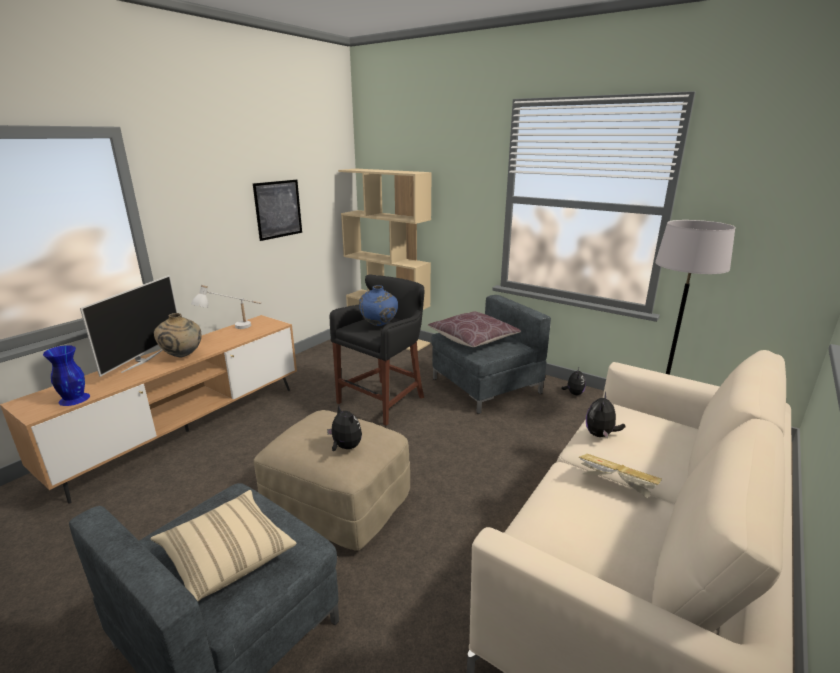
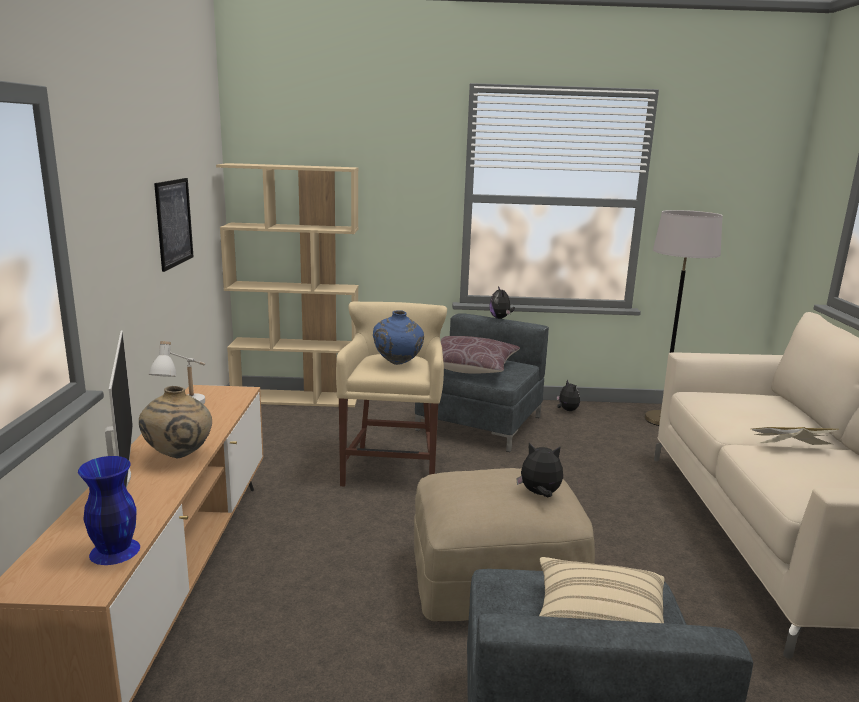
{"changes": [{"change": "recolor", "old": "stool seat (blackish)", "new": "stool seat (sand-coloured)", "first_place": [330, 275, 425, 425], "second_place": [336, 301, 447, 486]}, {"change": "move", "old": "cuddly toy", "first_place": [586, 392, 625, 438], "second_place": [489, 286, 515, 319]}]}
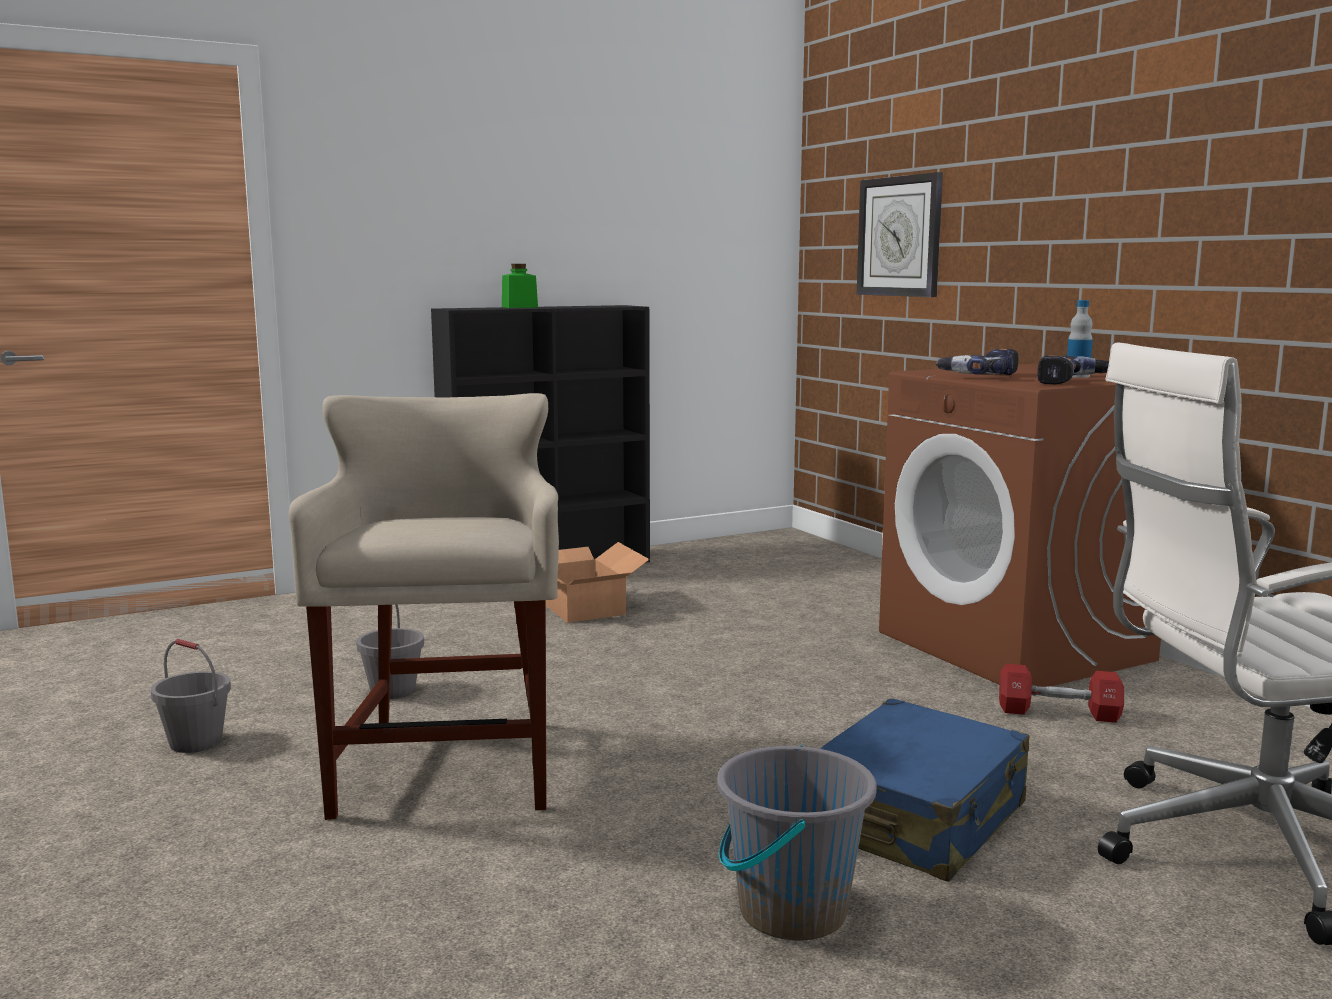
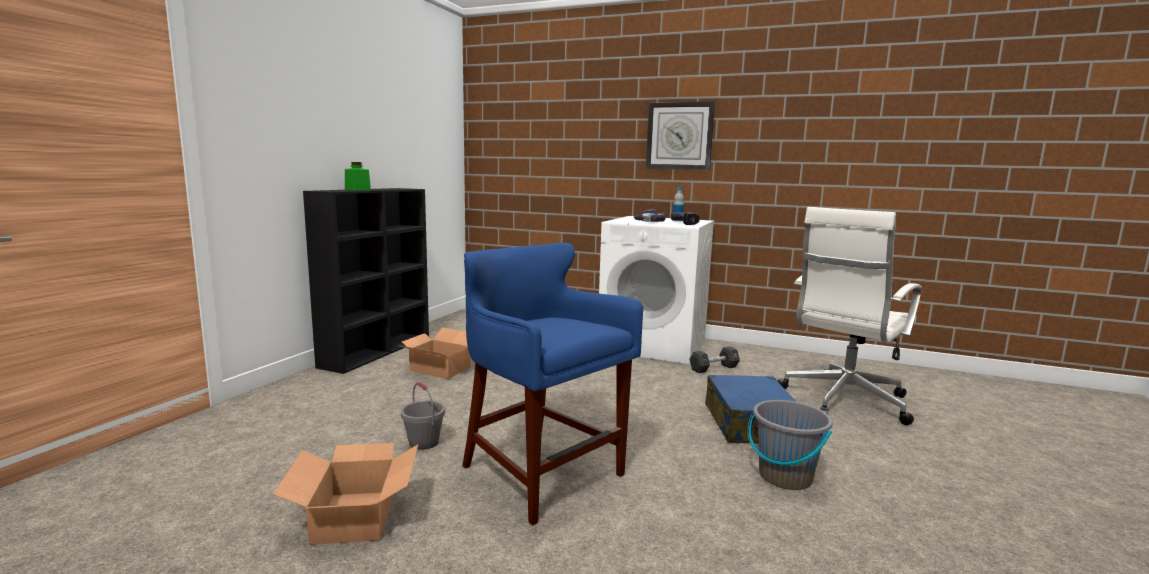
{"changes": [{"change": "move", "old": "wall clock", "first_place": [857, 172, 943, 297], "second_place": [646, 102, 715, 170]}, {"change": "recolor", "old": "washing machine (brownish)", "new": "washing machine (whitish)", "first_place": [879, 364, 1161, 687], "second_place": [599, 216, 714, 364]}, {"change": "recolor", "old": "stool seat (sand-coloured)", "new": "stool seat (bluish)", "first_place": [288, 393, 559, 820], "second_place": [462, 243, 643, 525]}, {"change": "replace", "old": "pail (gray)", "new": "carton", "first_place": [151, 639, 231, 753], "second_place": [273, 443, 418, 545]}, {"change": "recolor", "old": "free weight (red)", "new": "free weight (blackish)", "first_place": [999, 664, 1124, 723], "second_place": [689, 346, 740, 373]}]}
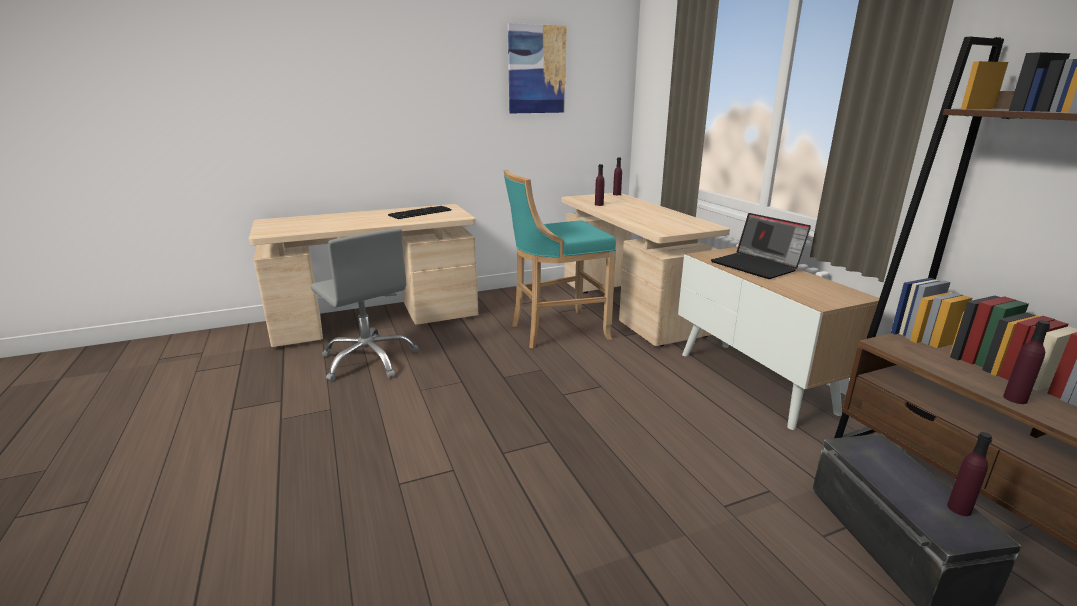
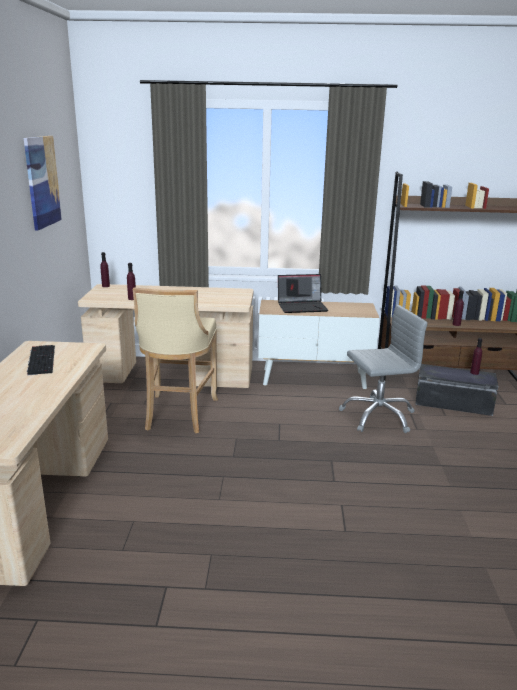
{"changes": [{"change": "recolor", "old": "stool seat (blue-green)", "new": "stool seat (sand-coloured)", "first_place": [503, 169, 616, 349], "second_place": [133, 288, 218, 433]}, {"change": "move", "old": "desk chair (gray)", "first_place": [311, 228, 419, 381], "second_place": [339, 305, 428, 433]}]}
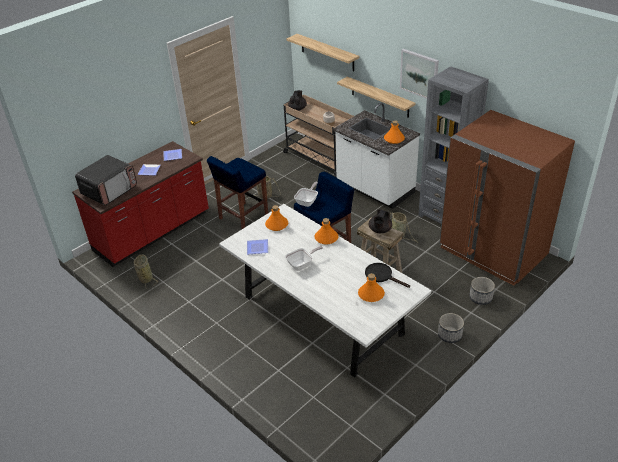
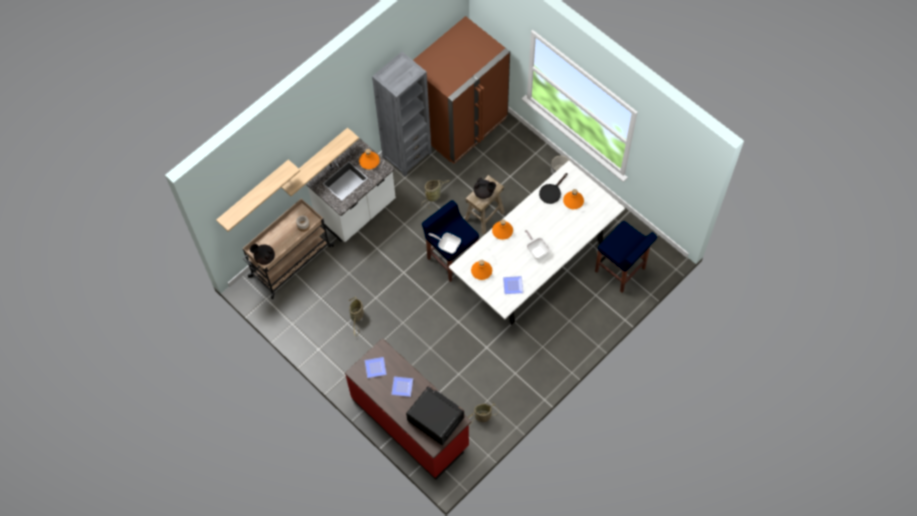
{"changes": [{"change": "delete", "old": "picture", "first_place": [400, 49, 439, 99]}, {"change": "move", "old": "stool seat (bluish)", "first_place": [207, 156, 268, 229], "second_place": [595, 221, 657, 293]}, {"change": "delete", "old": "plant pot", "first_place": [469, 277, 495, 305]}]}
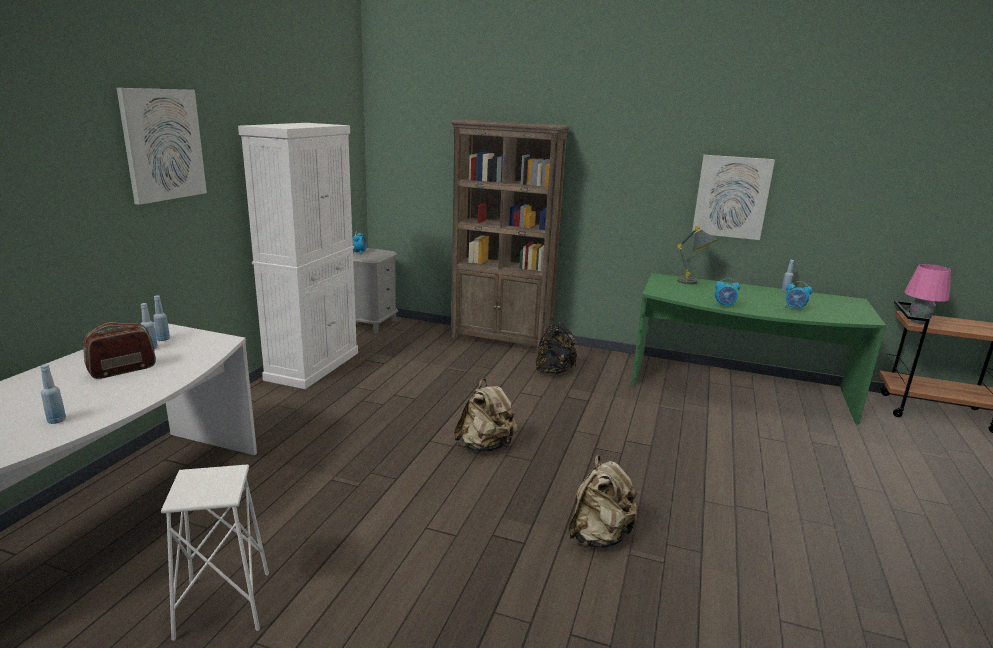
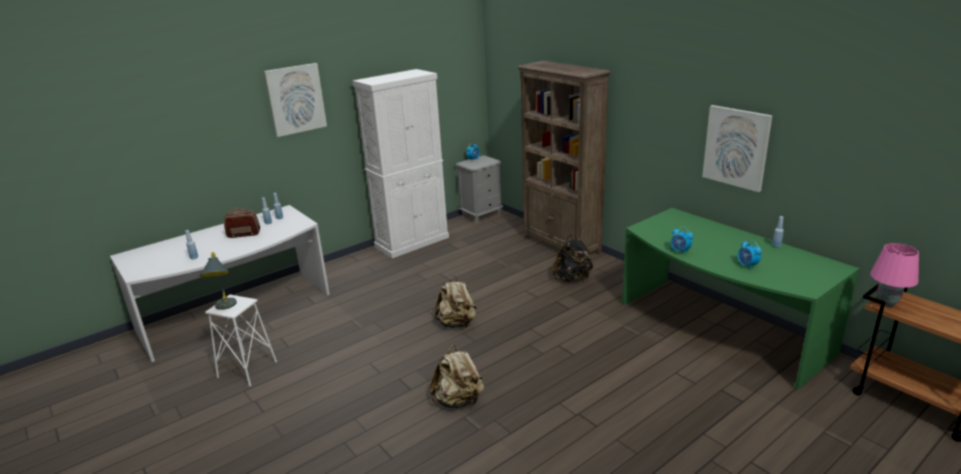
{"changes": [{"change": "move", "old": "table lamp (gray)", "first_place": [677, 226, 718, 284], "second_place": [200, 252, 237, 310]}]}
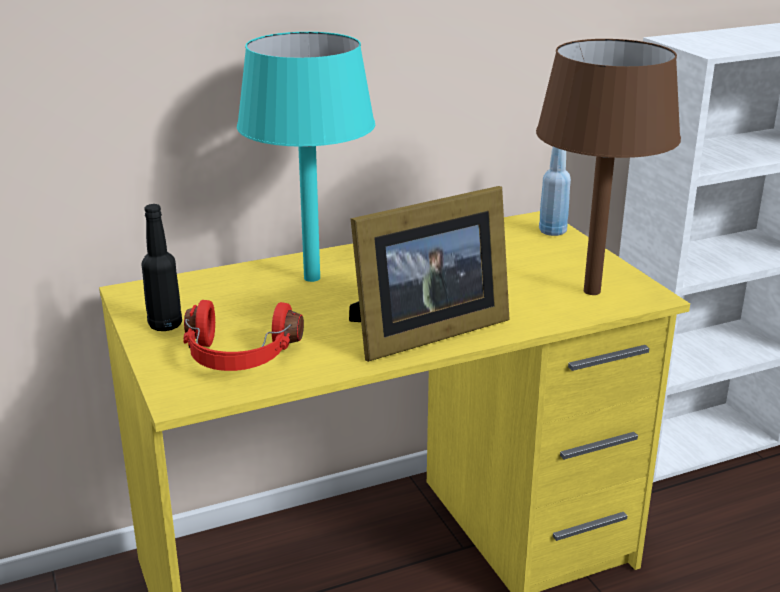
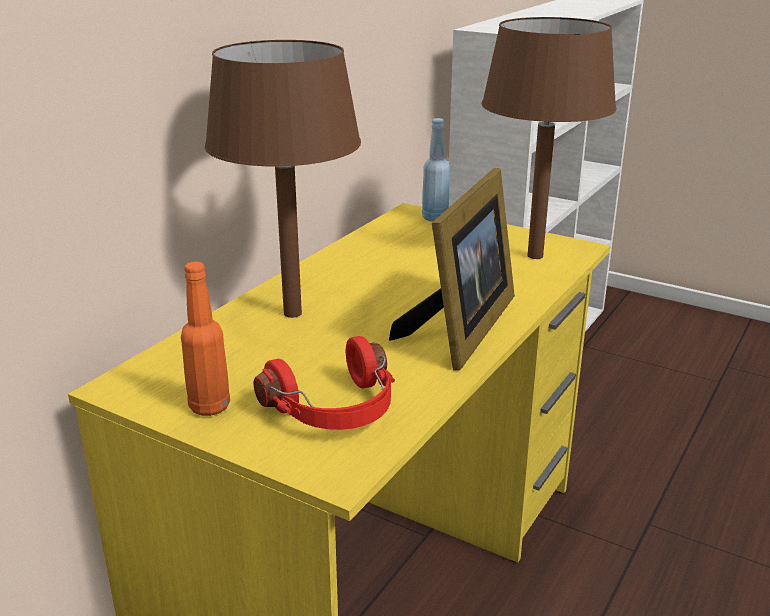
{"changes": [{"change": "recolor", "old": "table lamp (blue-green)", "new": "table lamp (brownish)", "first_place": [237, 32, 375, 282], "second_place": [205, 40, 361, 318]}, {"change": "recolor", "old": "beverage bottle (blackish)", "new": "beverage bottle (orangey)", "first_place": [141, 204, 182, 331], "second_place": [181, 261, 230, 416]}]}
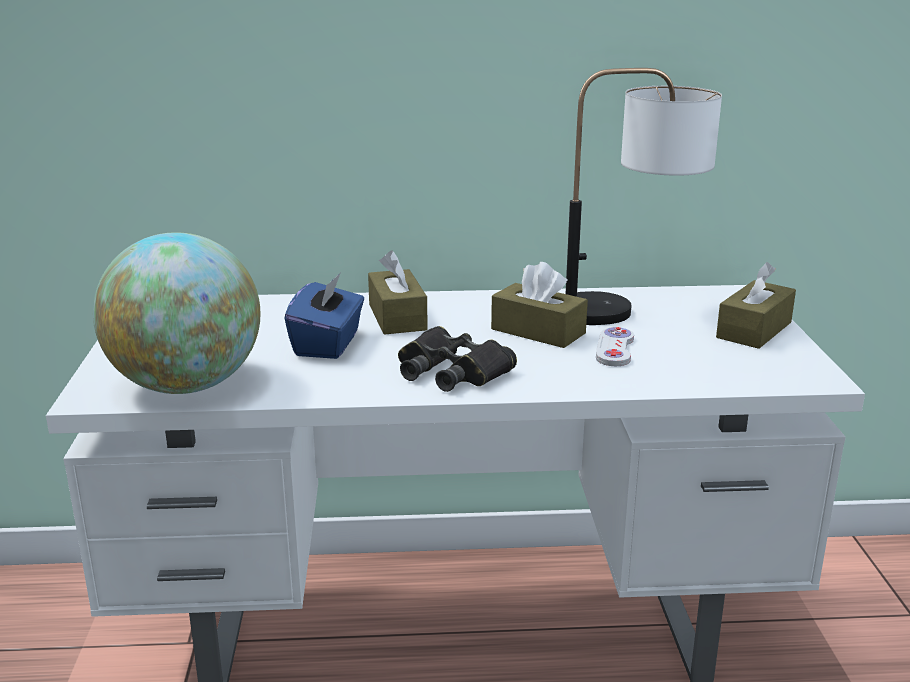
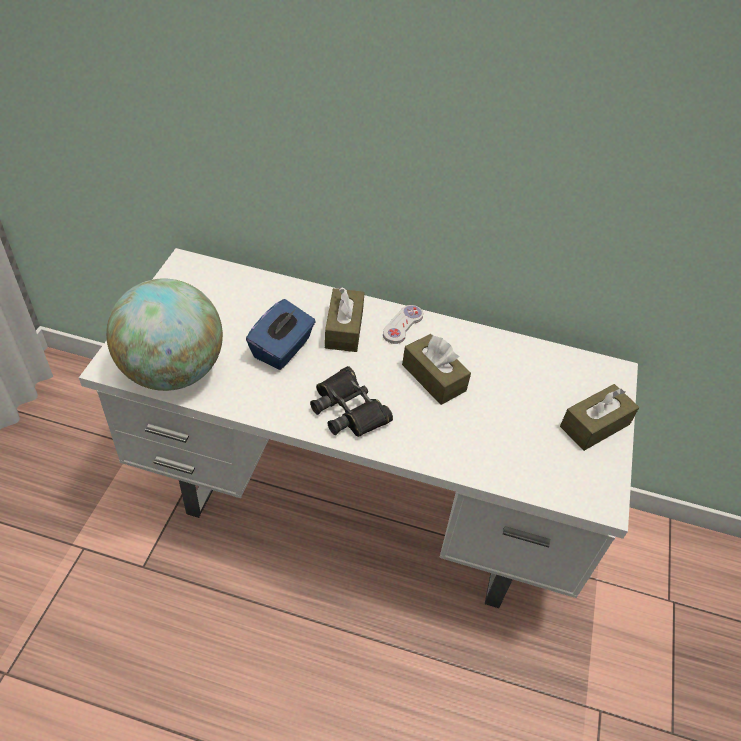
{"changes": [{"change": "delete", "old": "table lamp", "first_place": [566, 68, 722, 325]}, {"change": "move", "old": "game controller (whitish)", "first_place": [596, 327, 634, 366], "second_place": [383, 305, 423, 344]}]}
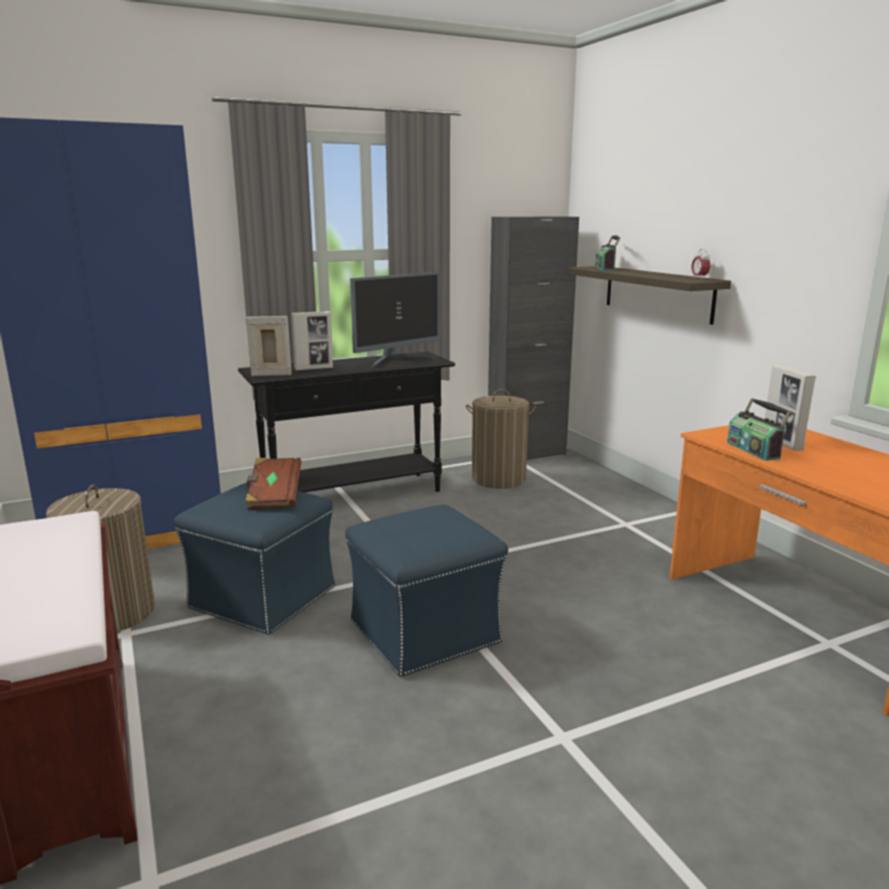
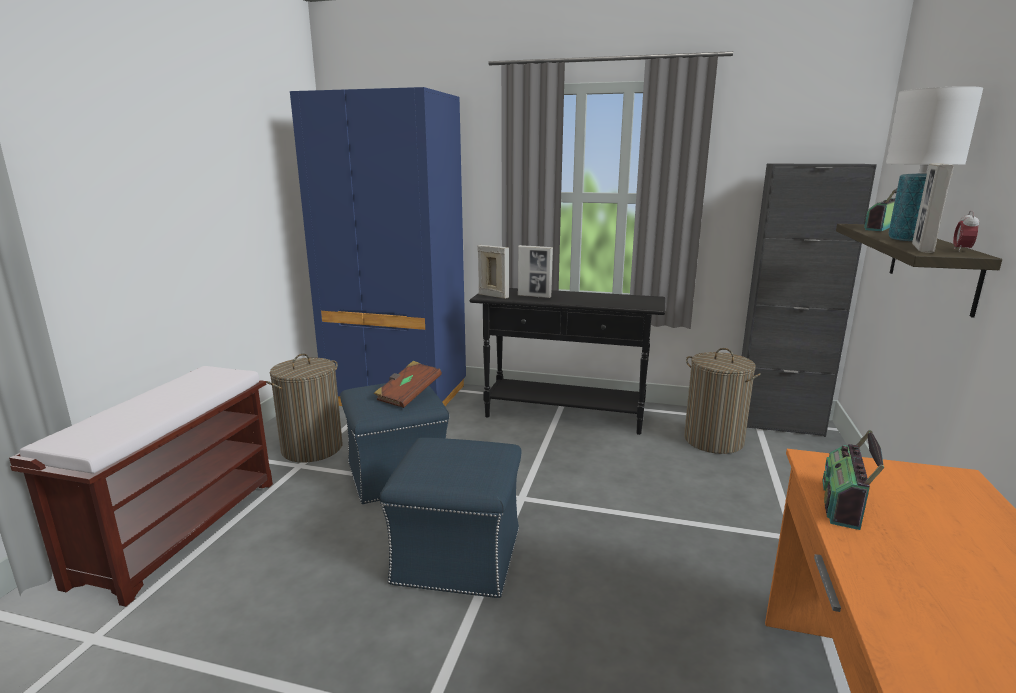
{"changes": [{"change": "delete", "old": "computer display", "first_place": [350, 272, 440, 368]}, {"change": "move", "old": "picture frame", "first_place": [765, 364, 816, 451], "second_place": [912, 163, 954, 253]}, {"change": "insert", "new": "table lamp (whitish)", "second_place": [886, 86, 983, 241]}]}
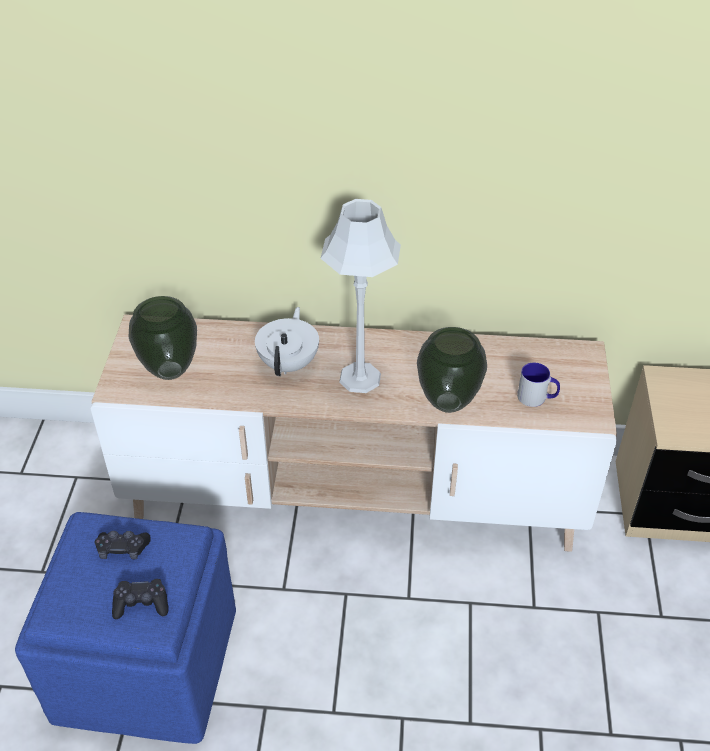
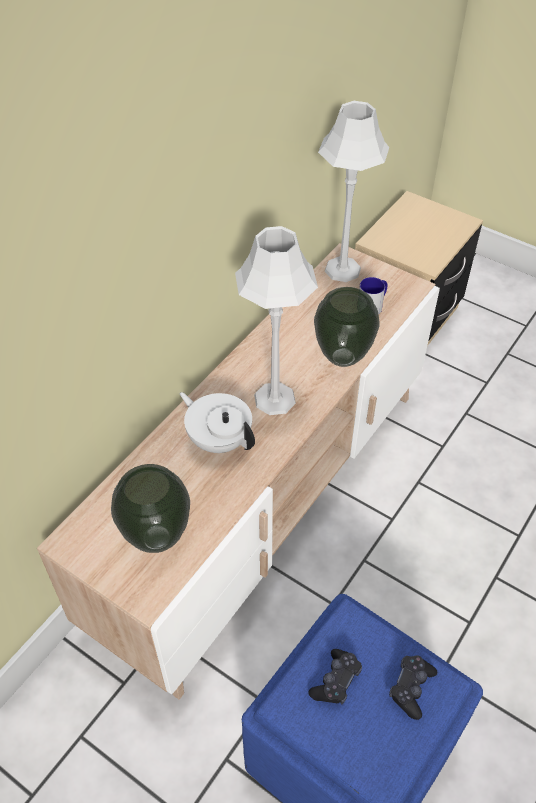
{"changes": [{"change": "insert", "new": "table lamp (gray)", "second_place": [318, 101, 389, 282]}]}
